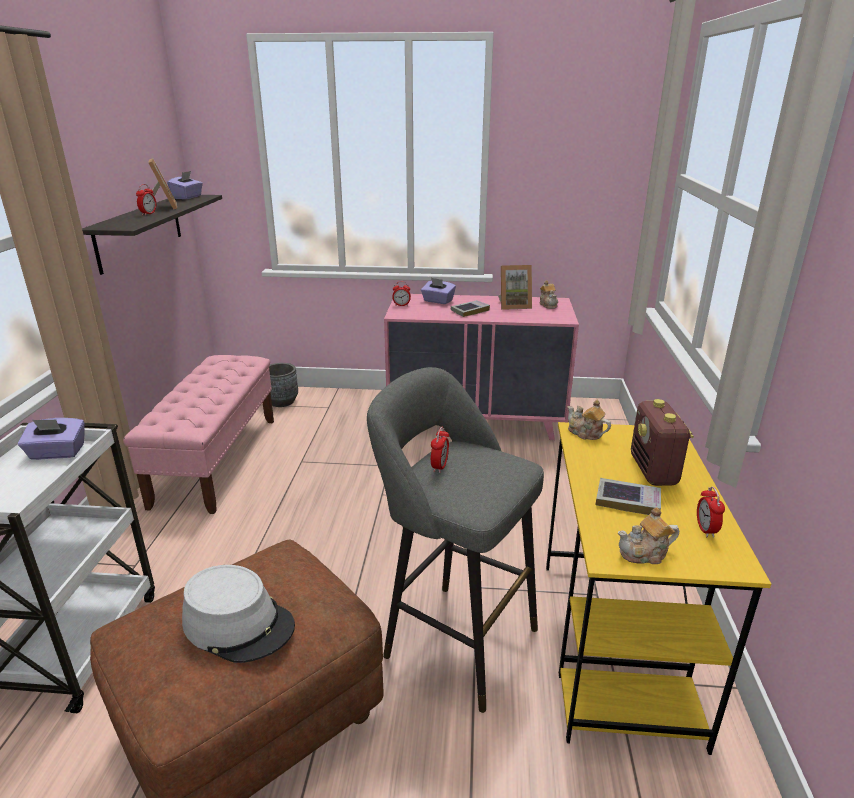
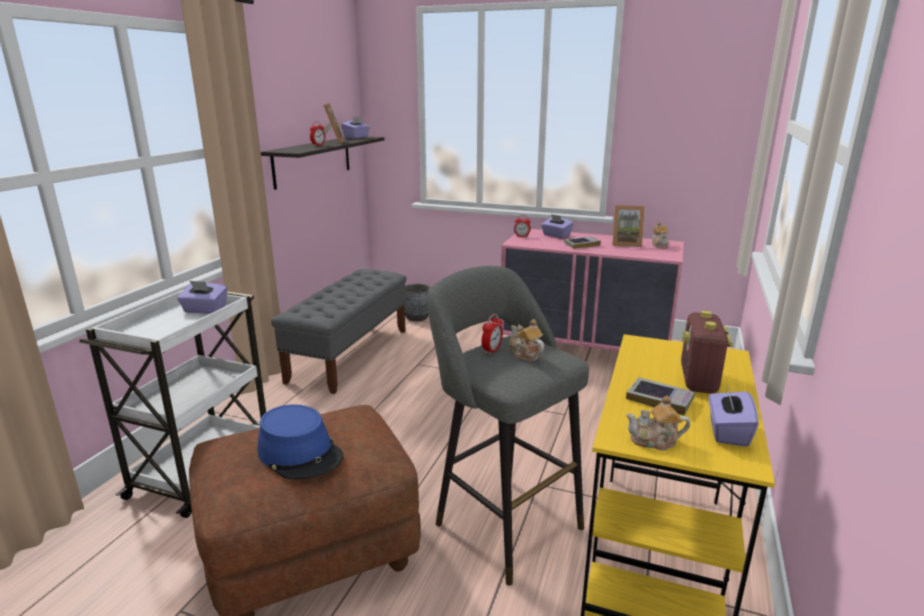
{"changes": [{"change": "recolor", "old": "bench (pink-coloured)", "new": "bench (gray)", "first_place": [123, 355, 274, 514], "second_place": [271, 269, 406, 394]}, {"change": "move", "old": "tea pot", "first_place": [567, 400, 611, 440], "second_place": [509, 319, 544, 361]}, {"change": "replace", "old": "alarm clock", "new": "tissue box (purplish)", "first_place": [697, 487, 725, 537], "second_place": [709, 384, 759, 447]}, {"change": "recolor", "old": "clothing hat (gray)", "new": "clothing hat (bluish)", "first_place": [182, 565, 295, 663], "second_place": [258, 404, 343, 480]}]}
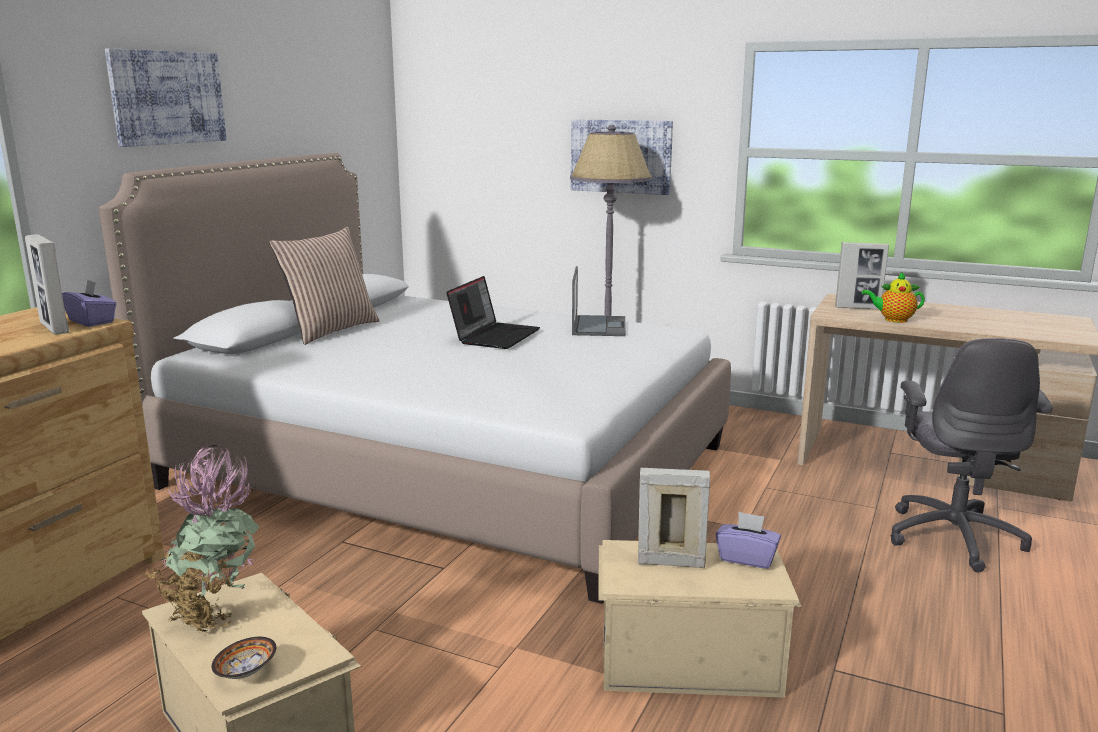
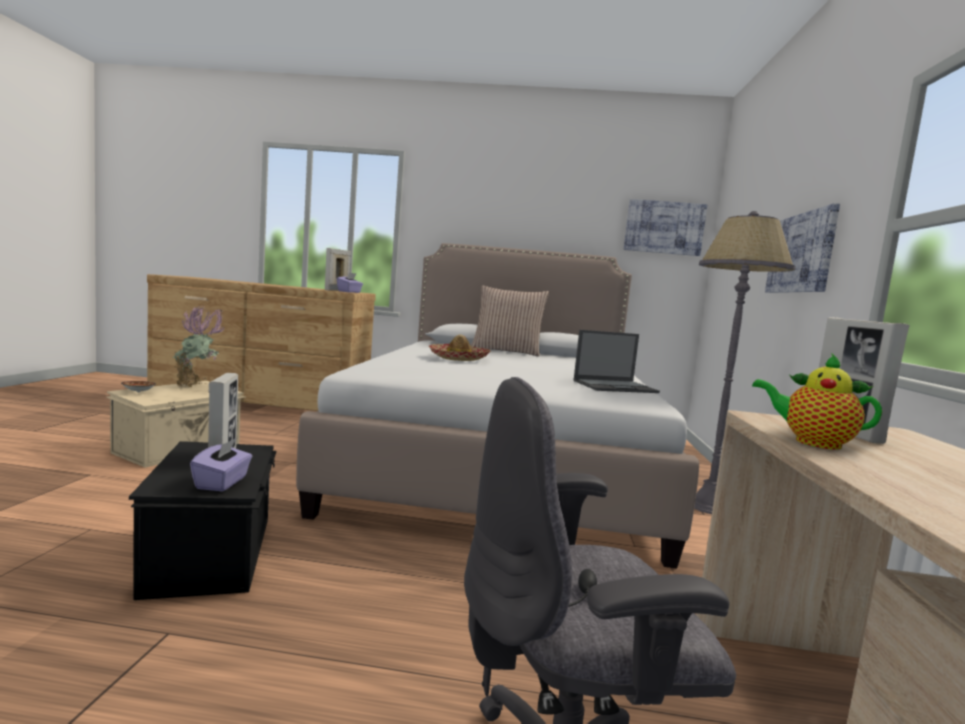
{"changes": [{"change": "move", "old": "picture", "first_place": [105, 48, 227, 147], "second_place": [624, 199, 707, 256]}, {"change": "rotate", "old": "tea pot", "first_place": [862, 272, 925, 323], "second_place": [752, 353, 882, 450], "degrees": -45}, {"change": "delete", "old": "notebook computer", "first_place": [446, 276, 540, 349]}, {"change": "recolor", "old": "storage container (sand-coloured)", "new": "storage container (blackish)", "first_place": [598, 540, 802, 698], "second_place": [129, 441, 276, 600]}, {"change": "insert", "new": "clothing hat", "second_place": [429, 334, 491, 361]}]}
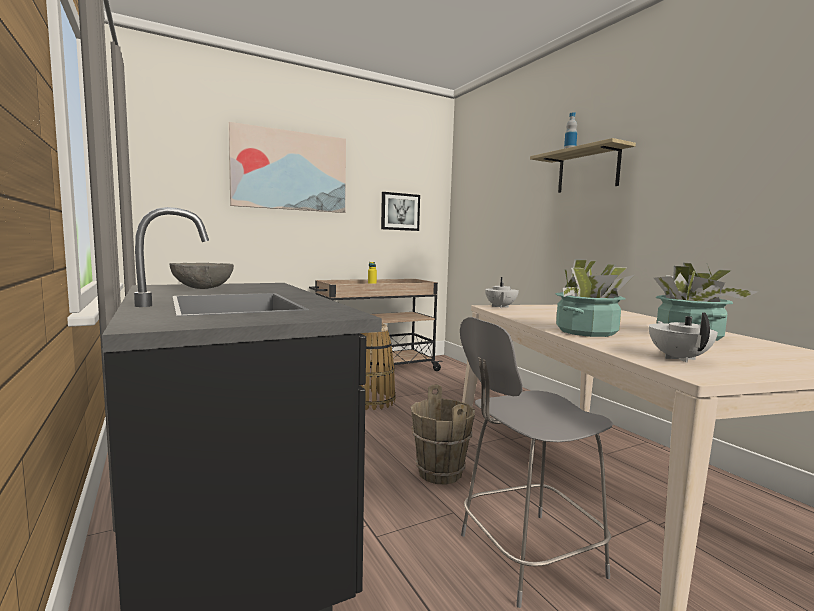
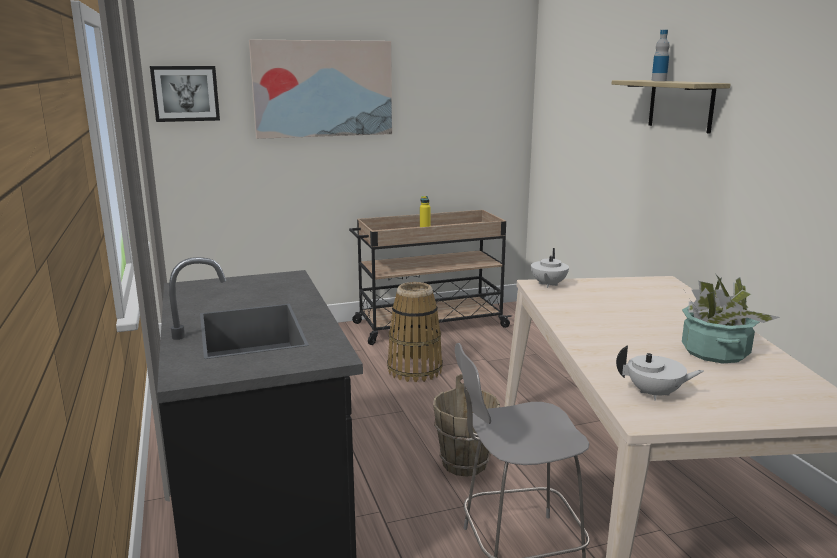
{"changes": [{"change": "move", "old": "picture", "first_place": [381, 192, 420, 231], "second_place": [150, 66, 220, 122]}, {"change": "delete", "old": "potted plant", "first_place": [555, 259, 634, 337]}, {"change": "delete", "old": "serving bowl (gray)", "first_place": [169, 263, 234, 289]}, {"change": "rotate", "old": "tea pot (whitish)", "first_place": [649, 312, 718, 362], "second_place": [616, 345, 704, 401], "degrees": 90}]}
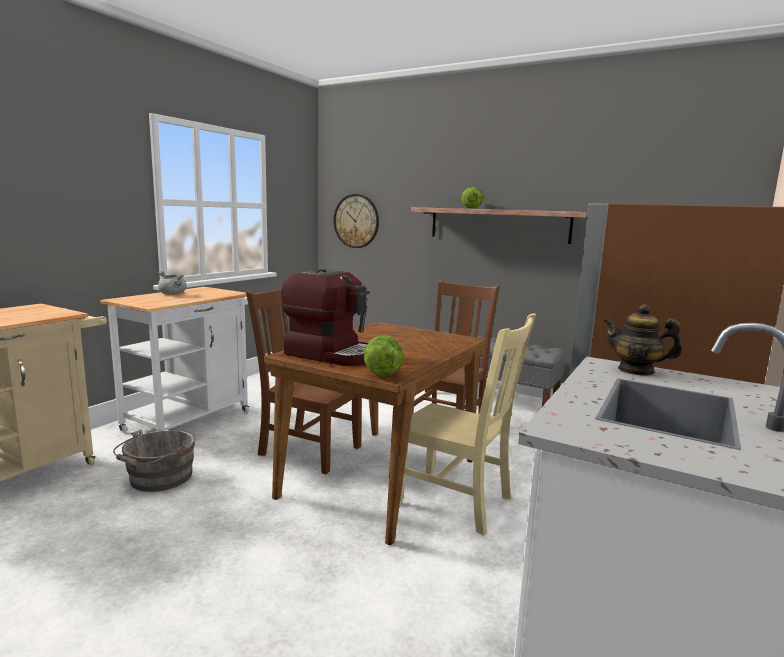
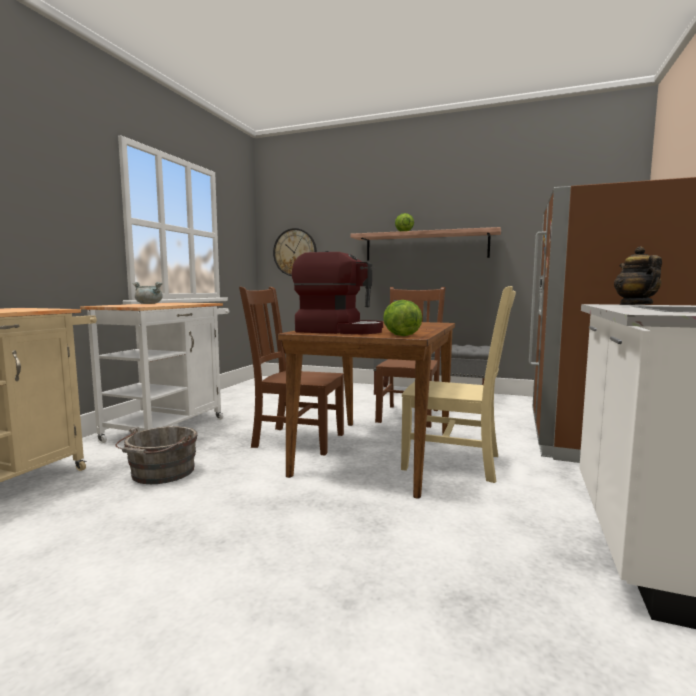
{"changes": [{"change": "rotate", "old": "tea pot", "first_place": [603, 304, 682, 376], "second_place": [614, 246, 662, 305], "degrees": 75}]}
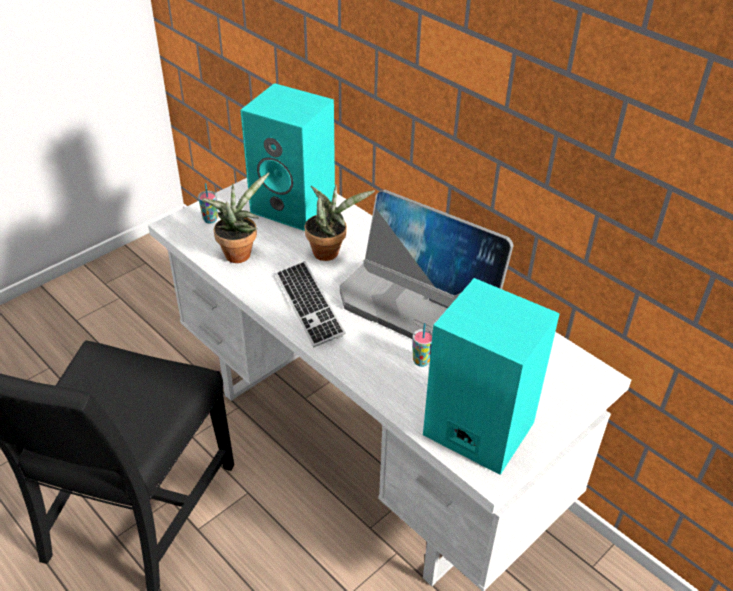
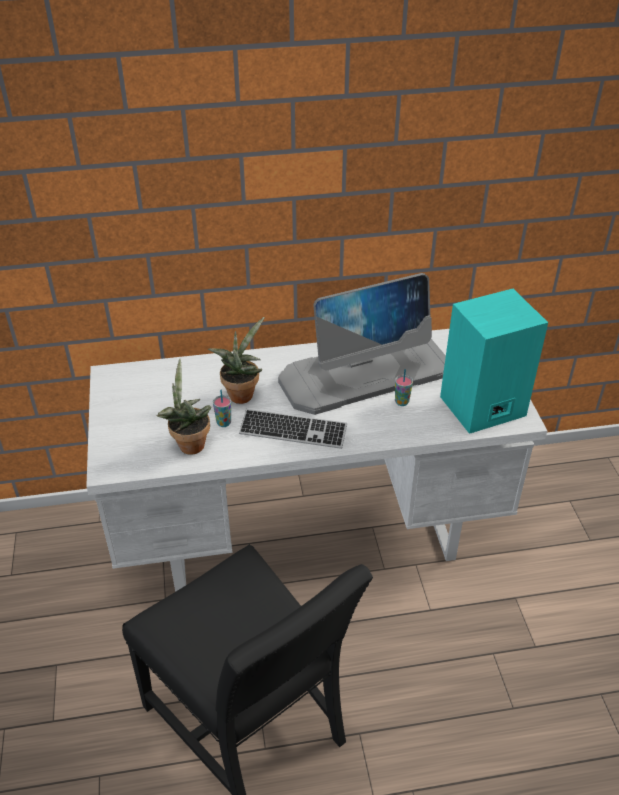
{"changes": [{"change": "delete", "old": "audio speaker (blue-green)", "first_place": [240, 83, 335, 231]}, {"change": "move", "old": "small cup", "first_place": [198, 183, 218, 223], "second_place": [213, 390, 231, 427]}]}
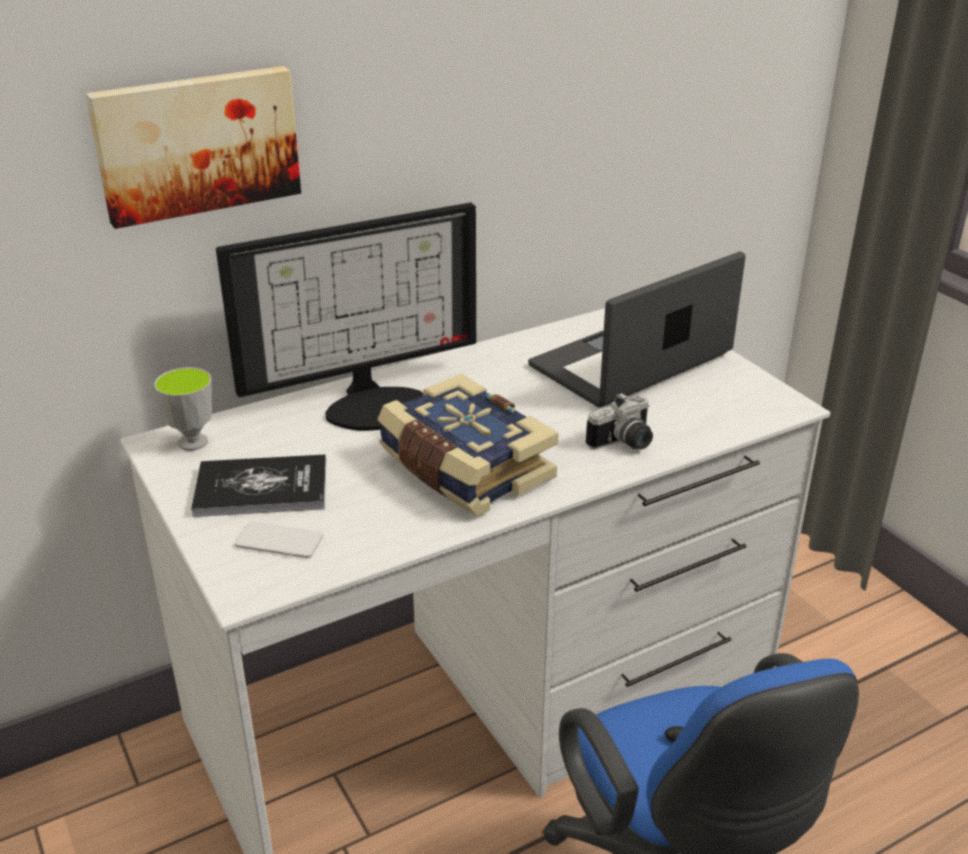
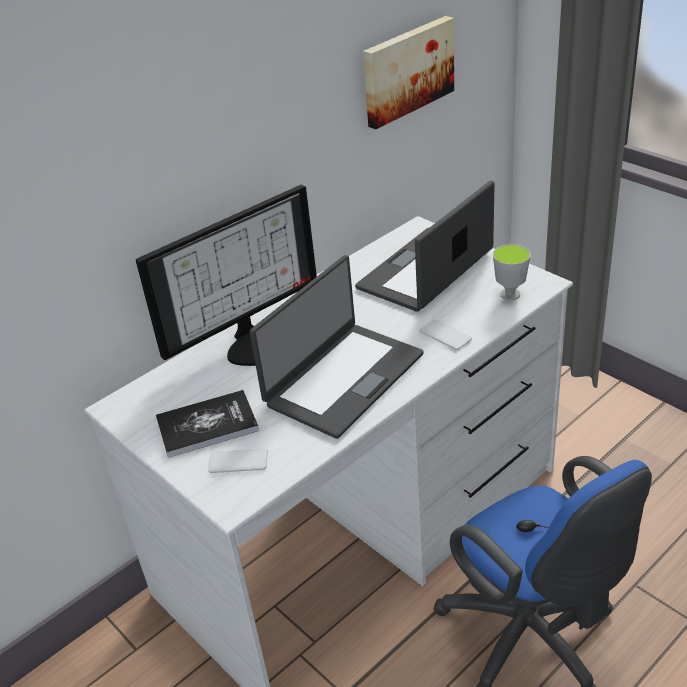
{"changes": [{"change": "move", "old": "picture", "first_place": [85, 66, 301, 229], "second_place": [363, 16, 454, 129]}, {"change": "move", "old": "small cup", "first_place": [154, 367, 212, 451], "second_place": [493, 244, 531, 301]}, {"change": "replace", "old": "bound book", "new": "notebook computer", "first_place": [378, 374, 559, 517], "second_place": [249, 255, 424, 439]}, {"change": "replace", "old": "photo camera", "new": "handset", "first_place": [586, 393, 653, 450], "second_place": [419, 320, 472, 350]}]}
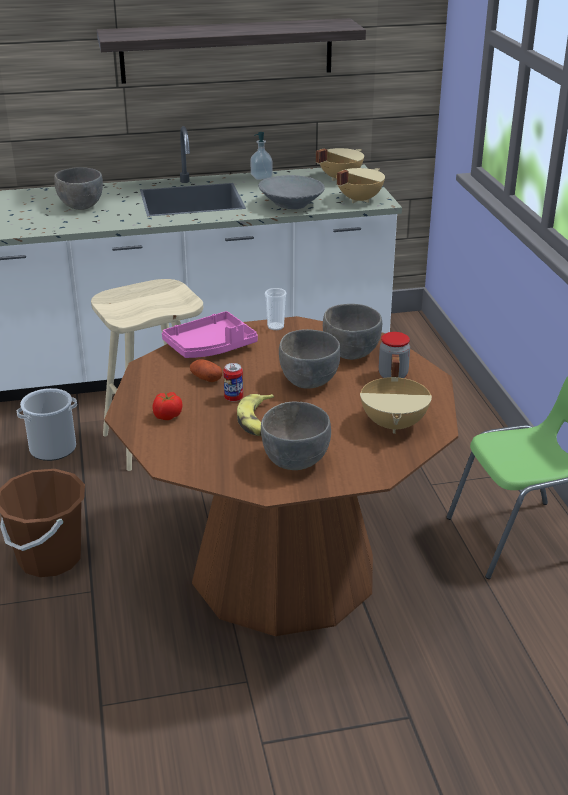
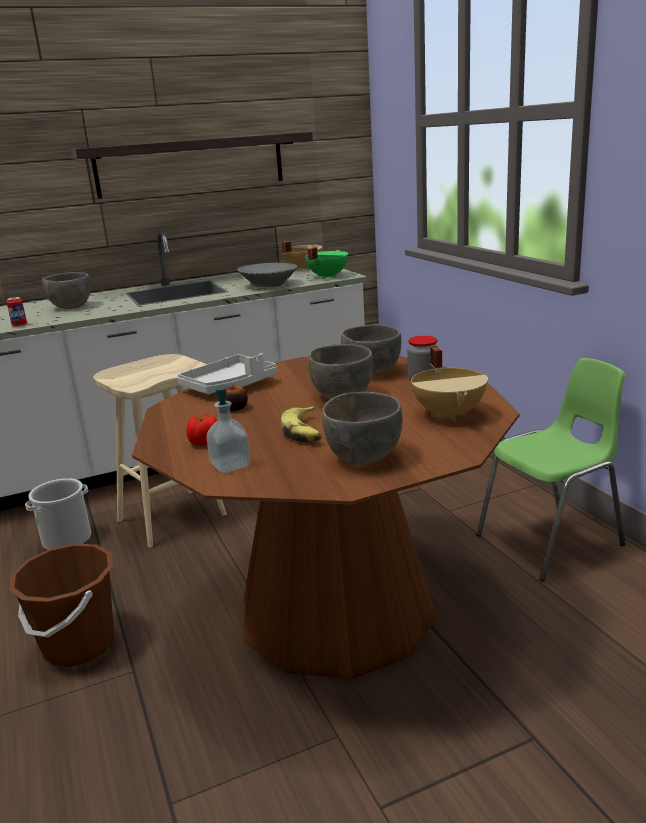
{"changes": [{"change": "move", "old": "liquid soap bottle", "first_place": [250, 132, 273, 180], "second_place": [207, 387, 250, 473]}, {"change": "recolor", "old": "stockpot (sand-coloured)", "new": "stockpot (greenish)", "first_place": [336, 168, 385, 203], "second_place": [305, 247, 348, 279]}, {"change": "delete", "old": "small cup", "first_place": [265, 288, 286, 330]}, {"change": "recolor", "old": "carrying tray (pink-coloured)", "new": "carrying tray (gray)", "first_place": [162, 311, 258, 358], "second_place": [177, 353, 277, 394]}, {"change": "replace", "old": "spud", "new": "apple", "first_place": [190, 359, 222, 382], "second_place": [226, 385, 248, 411]}, {"change": "move", "old": "metal can", "first_place": [223, 363, 243, 402], "second_place": [6, 297, 27, 327]}]}
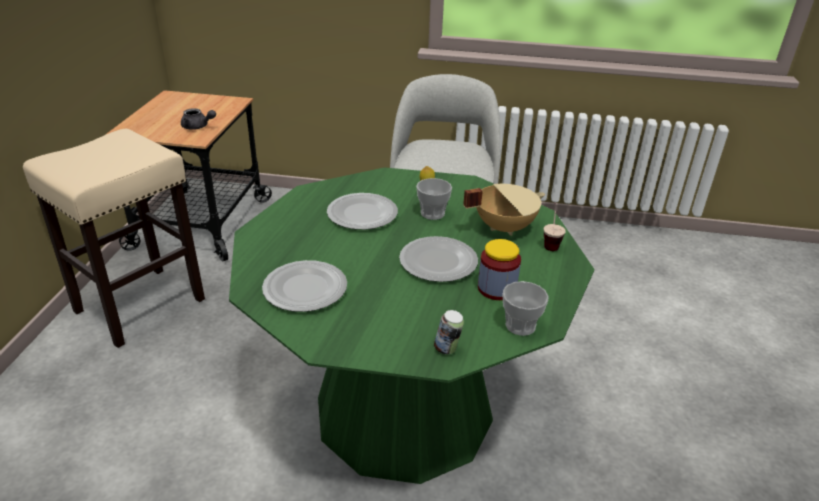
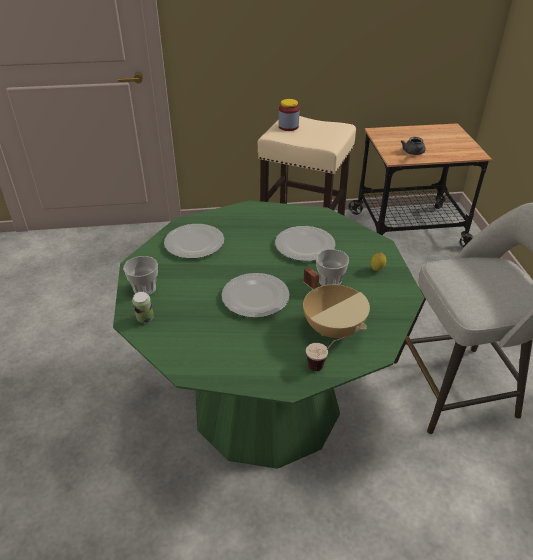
{"changes": [{"change": "move", "old": "preserve jar", "first_place": [478, 239, 521, 300], "second_place": [279, 99, 299, 131]}, {"change": "move", "old": "small cup", "first_place": [503, 281, 549, 336], "second_place": [123, 256, 158, 295]}]}
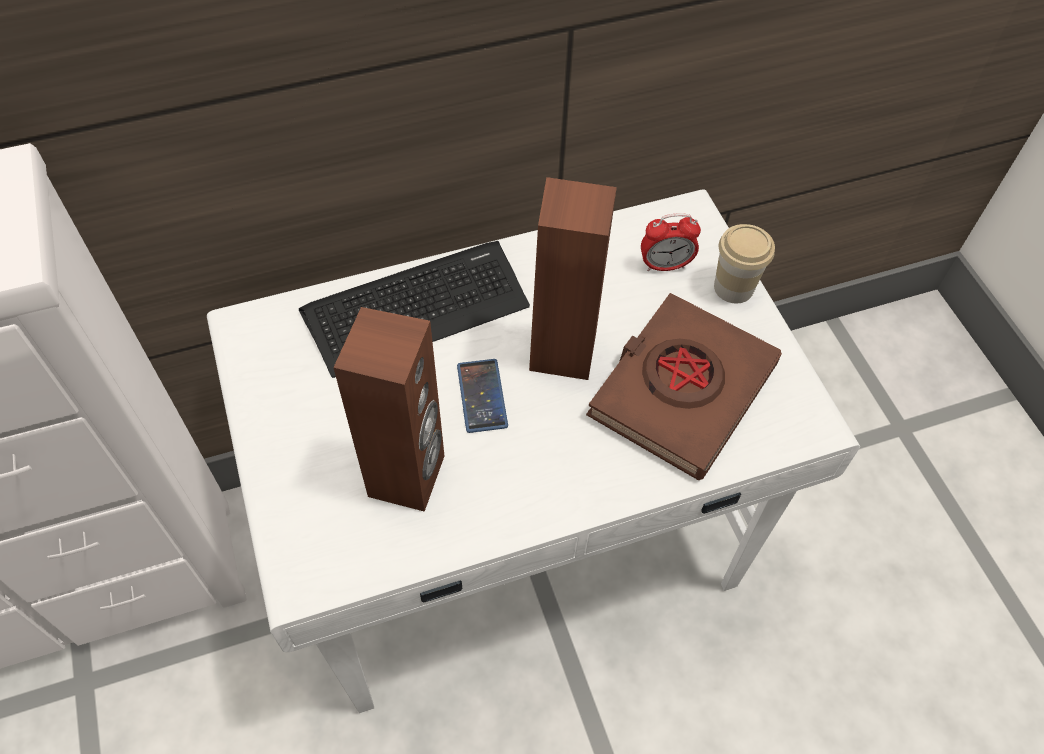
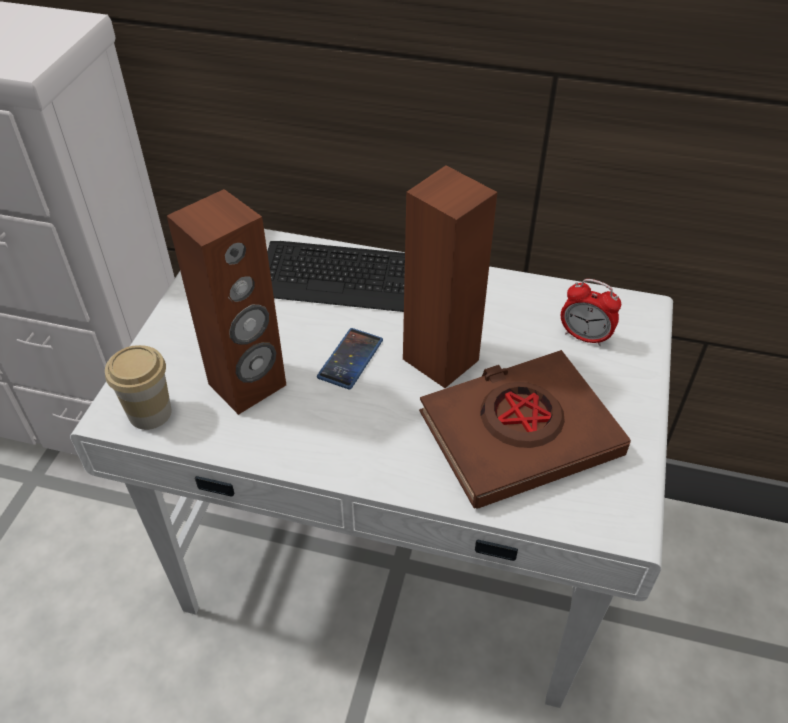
{"changes": [{"change": "move", "old": "small cup", "first_place": [714, 224, 775, 303], "second_place": [105, 345, 172, 430]}]}
